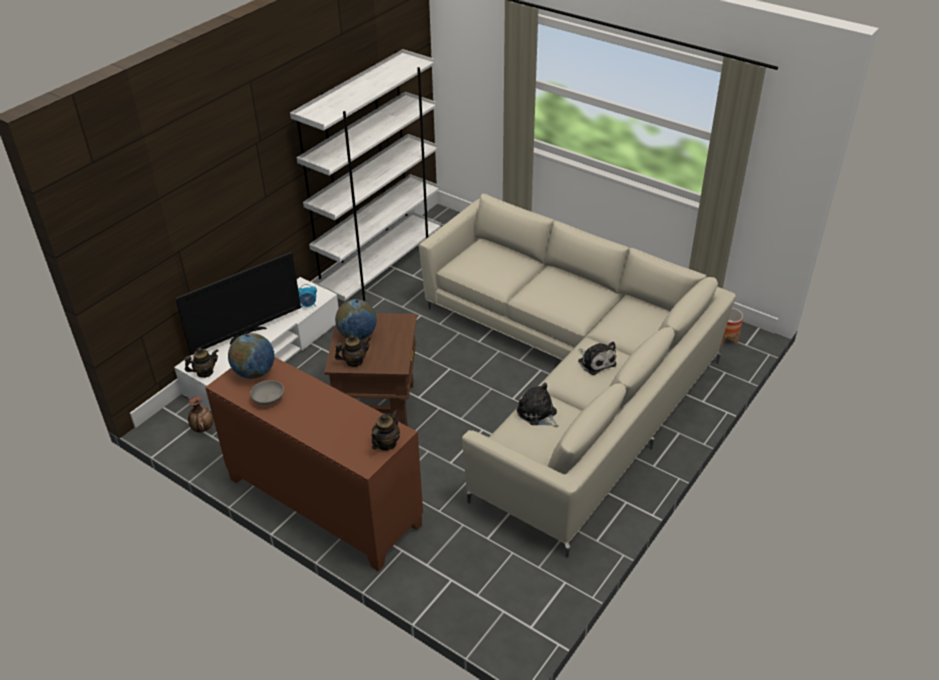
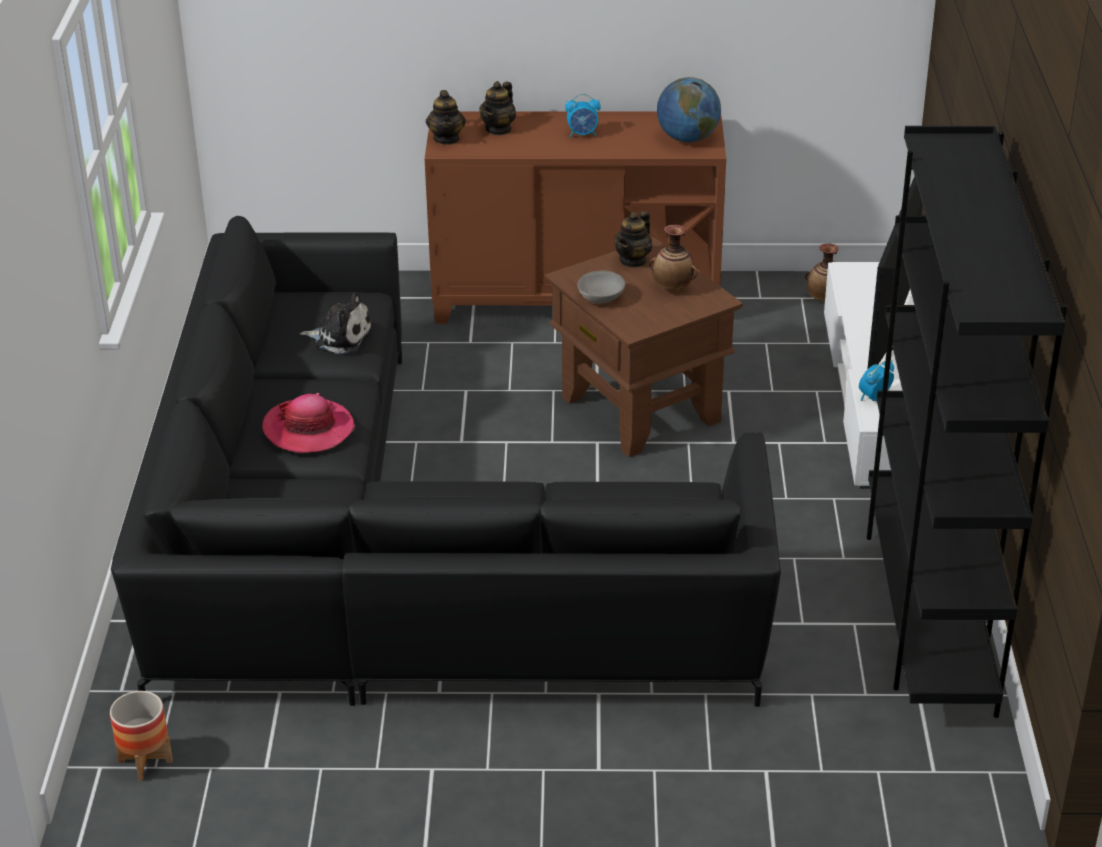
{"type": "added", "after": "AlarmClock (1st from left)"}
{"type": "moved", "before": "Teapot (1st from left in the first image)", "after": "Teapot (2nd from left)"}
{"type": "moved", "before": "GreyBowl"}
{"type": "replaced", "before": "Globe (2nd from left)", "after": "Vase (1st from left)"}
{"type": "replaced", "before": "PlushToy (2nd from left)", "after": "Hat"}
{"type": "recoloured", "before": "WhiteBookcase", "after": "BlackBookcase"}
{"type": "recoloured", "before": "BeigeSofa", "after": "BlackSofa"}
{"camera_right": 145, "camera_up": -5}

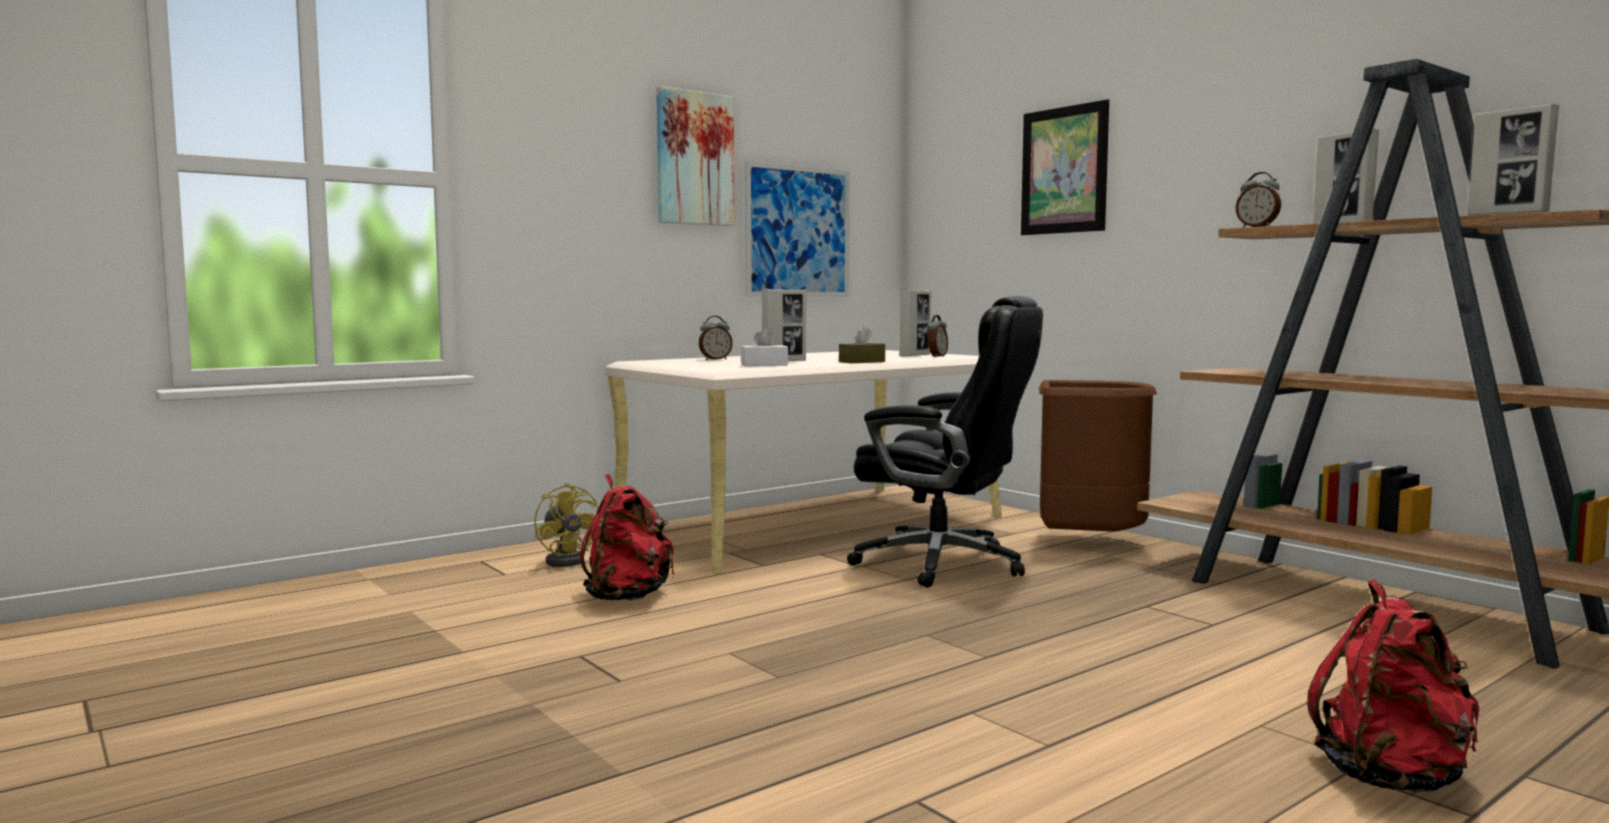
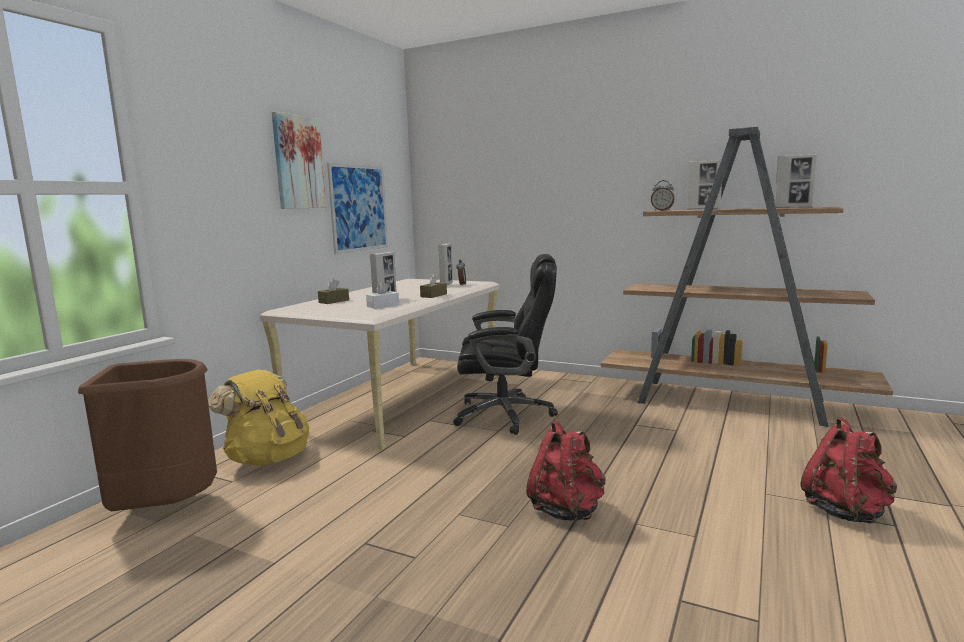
{"type": "removed", "before": "Picture (3rd from left)"}
{"type": "moved", "before": "RedBackpack (1st from left)"}
{"type": "moved", "before": "BrownTrashCan"}
{"type": "replaced", "before": "YellowFan", "after": "YellowBackpack"}
{"type": "replaced", "before": "AlarmClock (1st from left)", "after": "BrownTissueBox (1st from left)"}
{"camera_right": -25, "camera_up": 5}

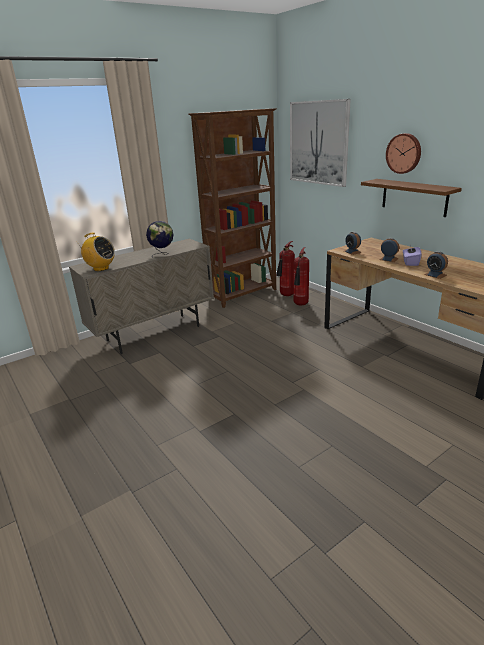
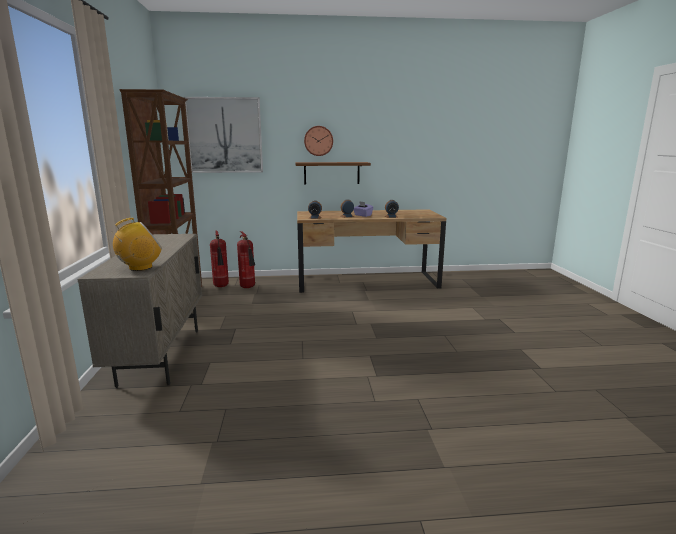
{"type": "removed", "before": "Globe"}
{"camera_right": -60, "camera_up": -10}

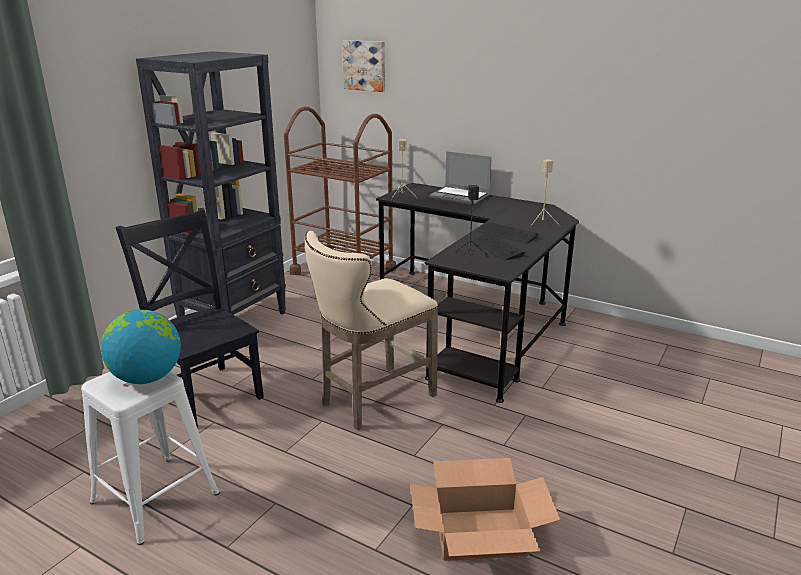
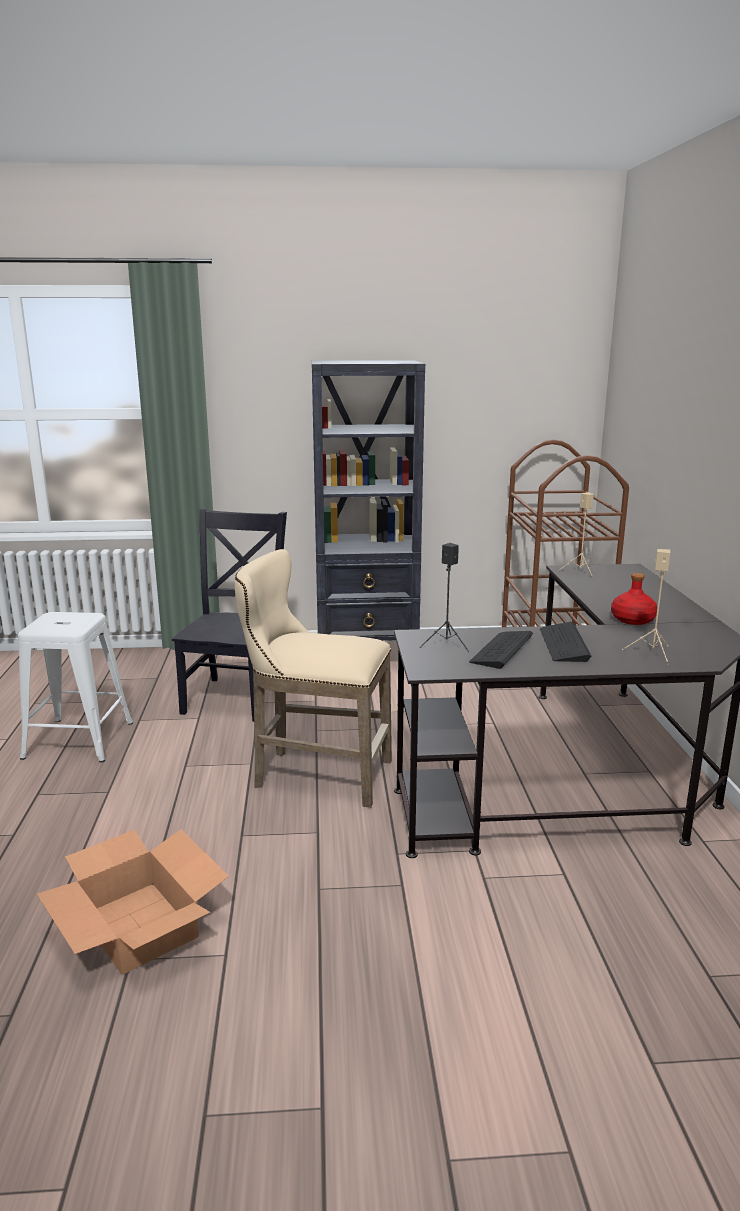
{"type": "removed", "before": "Globe"}
{"type": "removed", "before": "Picture"}
{"type": "removed", "before": "Laptop"}
{"type": "added", "after": "RedBottle"}
{"camera_right": 55, "camera_up": -5}

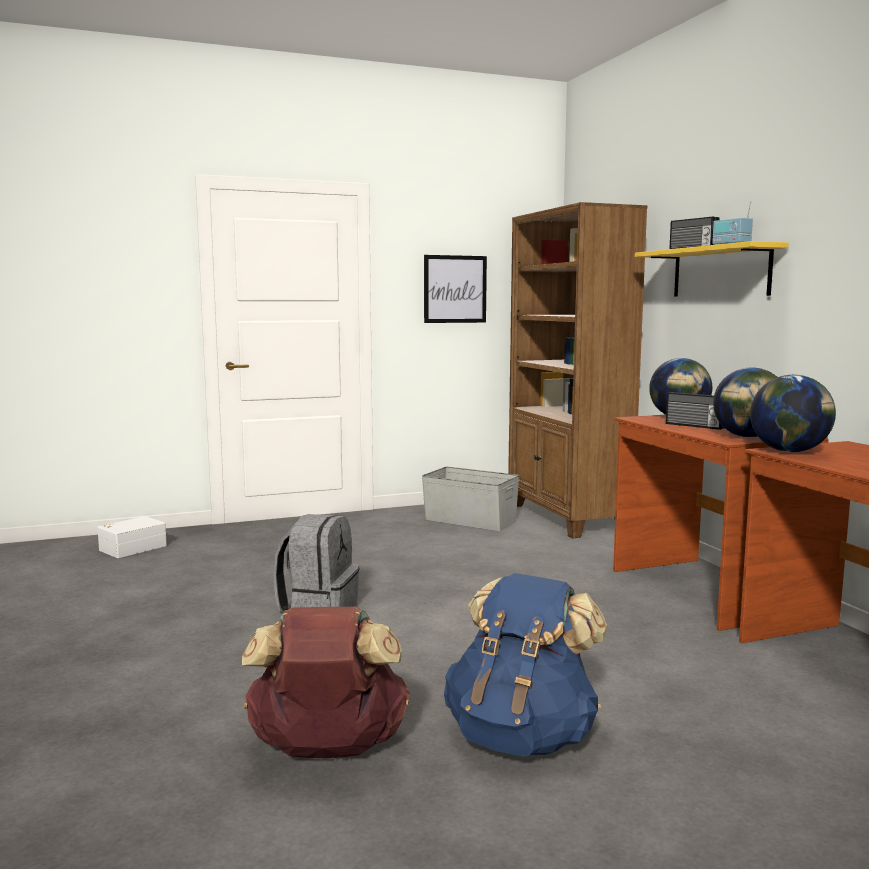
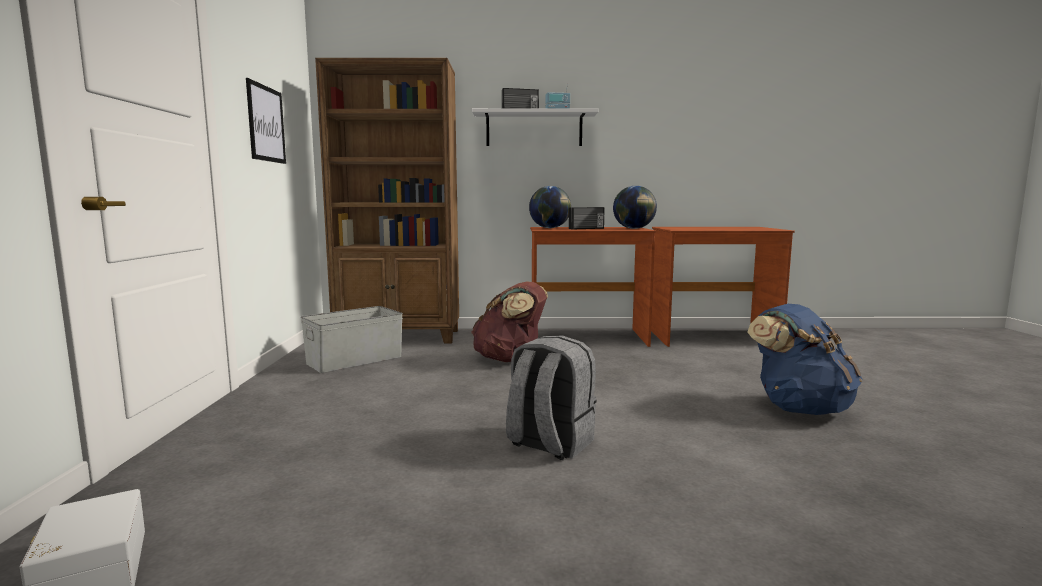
{"type": "removed", "before": "Globe (3rd from left)"}
{"type": "moved", "before": "BrownBackpack"}
{"type": "recoloured", "before": "YellowShelf", "after": "WhiteShelf"}
{"camera_right": -70, "camera_up": 0}

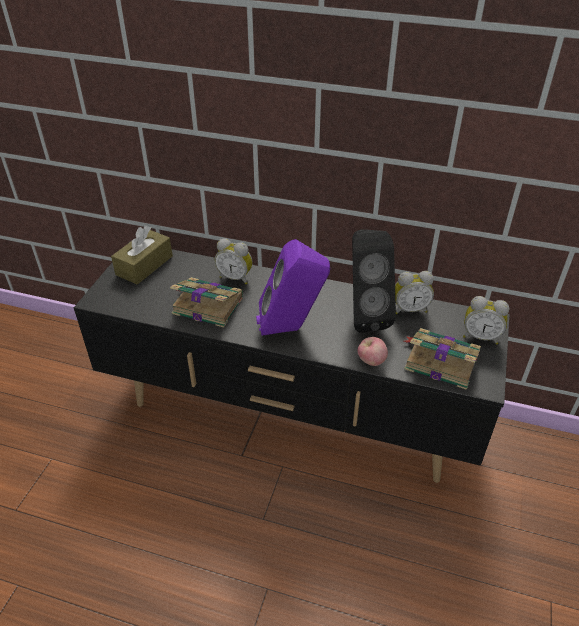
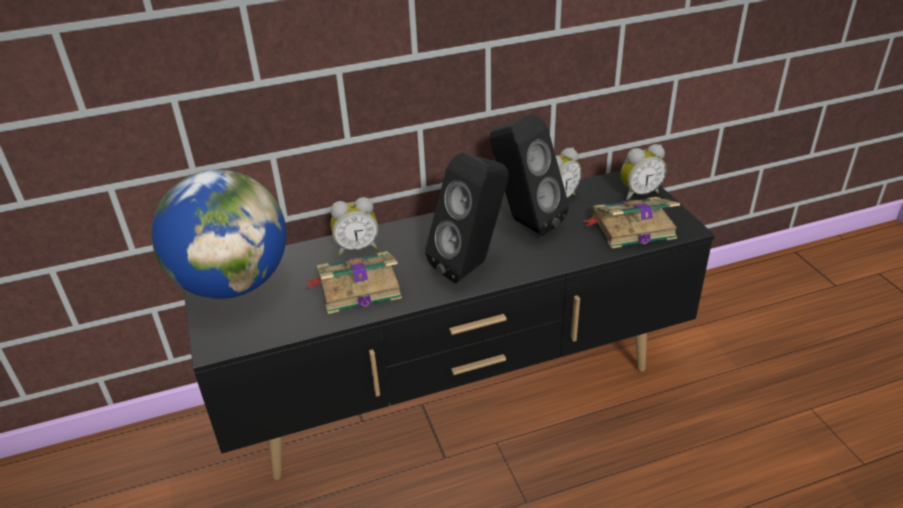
{"type": "removed", "before": "Apple"}
{"type": "replaced", "before": "BrownTissueBox", "after": "Globe"}
{"type": "recoloured", "before": "PurpleSpeaker", "after": "BlackSpeaker (1st from left)"}
{"camera_right": -35, "camera_up": -5}

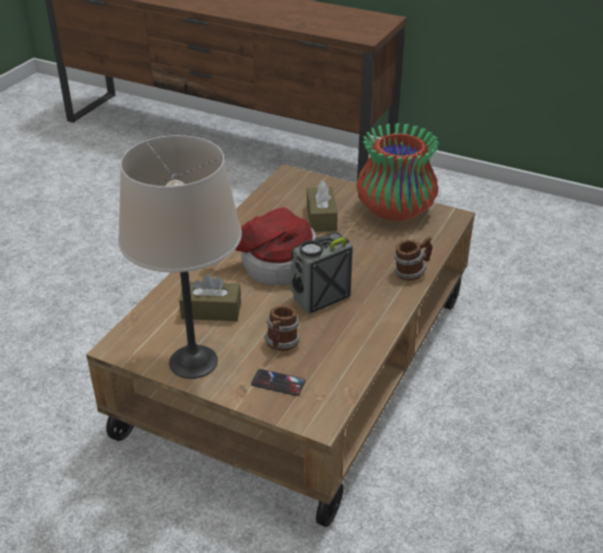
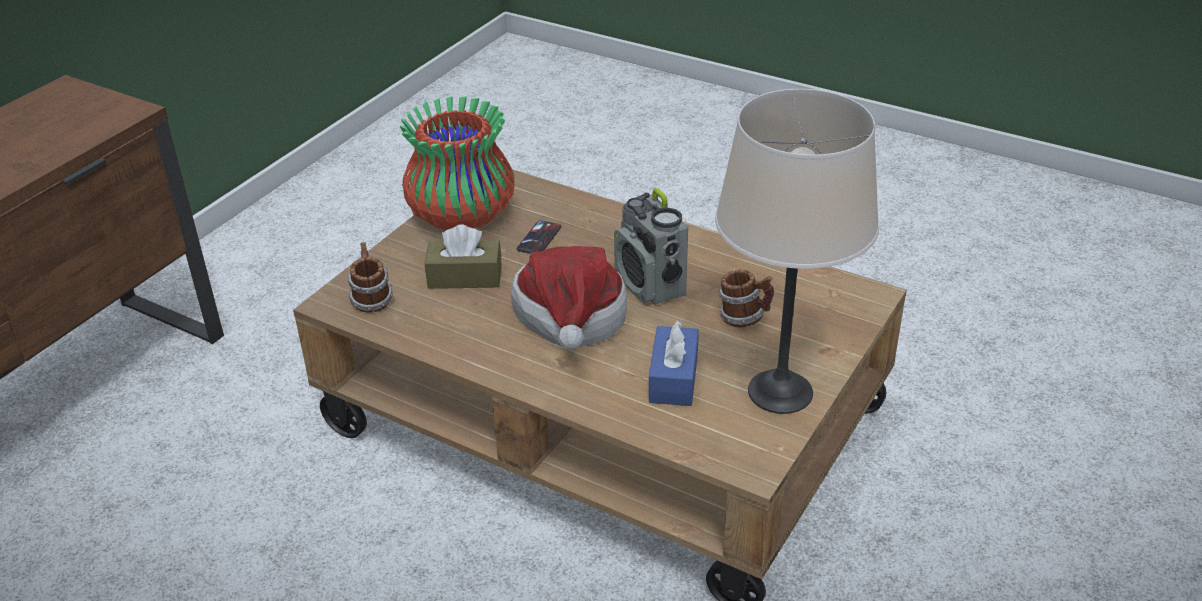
{"type": "moved", "before": "Phone"}
{"type": "moved", "before": "Mug (2nd from left in the first image)", "after": "Mug (1st from left)"}
{"type": "recoloured", "before": "BrownTissueBox (1st from left)", "after": "BlueTissueBox"}
{"camera_right": -85, "camera_up": 0}

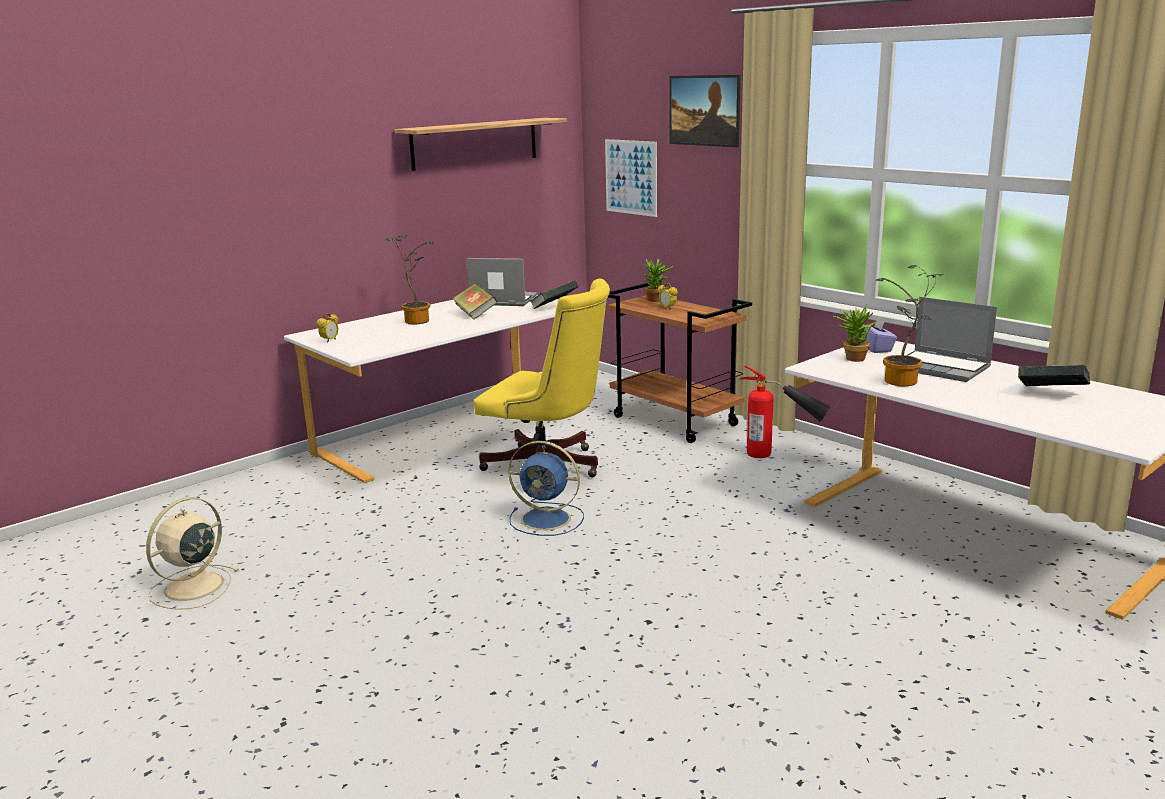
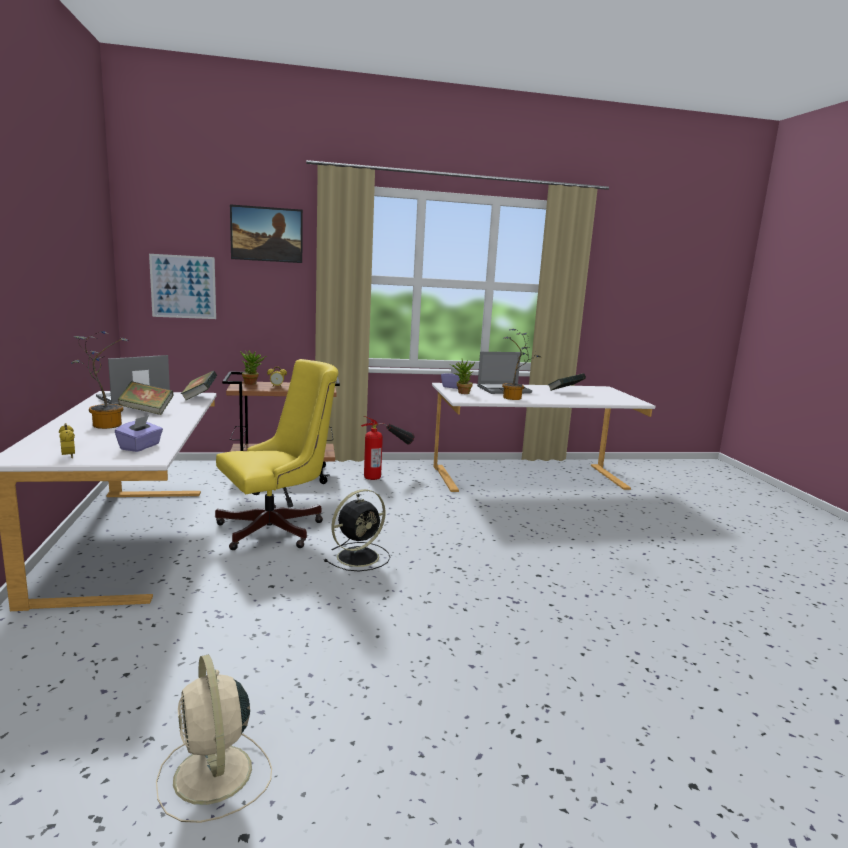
{"type": "removed", "before": "Shelf"}
{"type": "added", "after": "PurpleTissueBox (1st from left)"}
{"type": "recoloured", "before": "BlueFan", "after": "BlackFan"}
{"camera_right": -60, "camera_up": -5}

